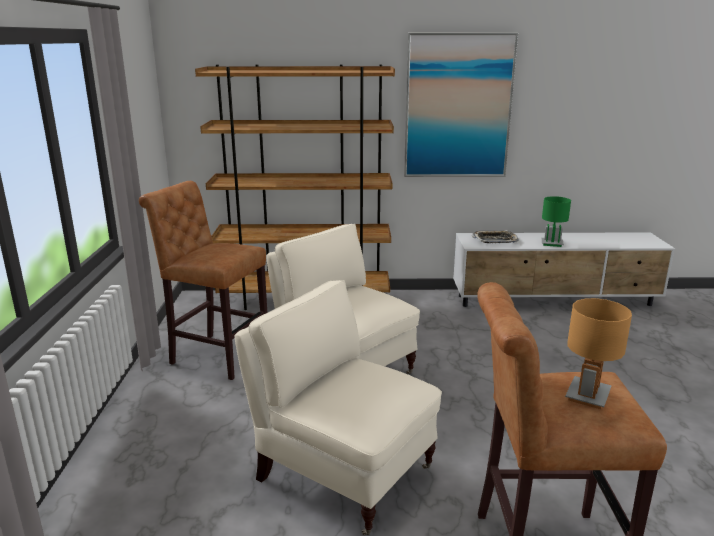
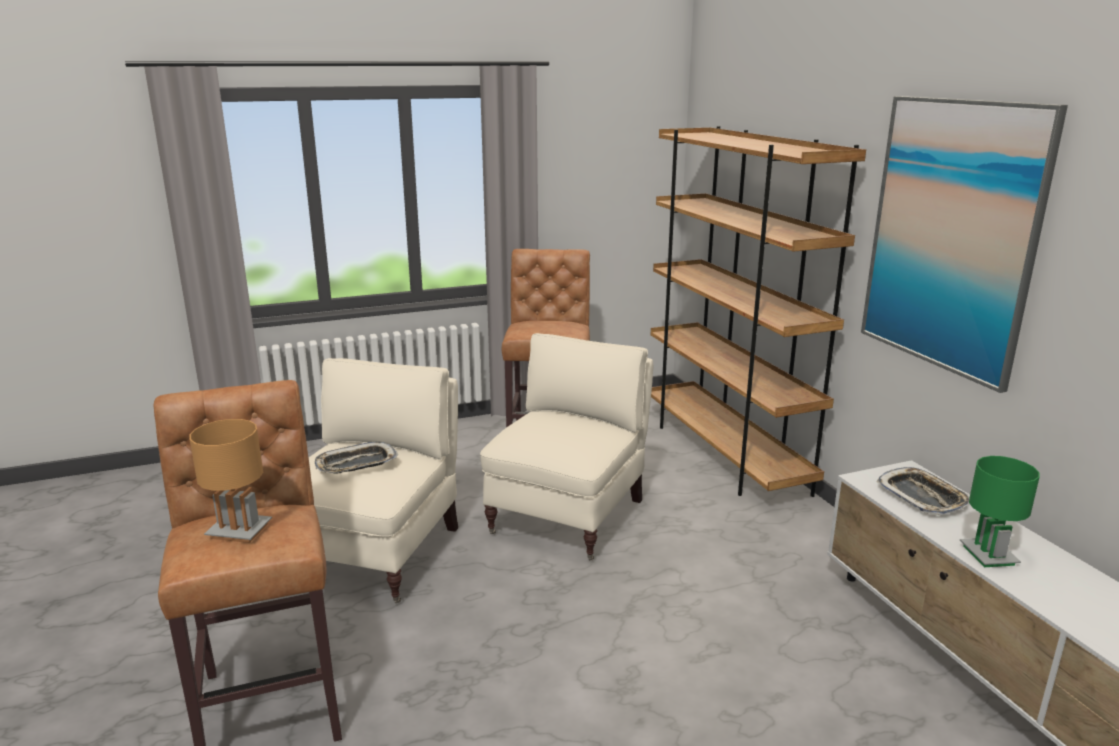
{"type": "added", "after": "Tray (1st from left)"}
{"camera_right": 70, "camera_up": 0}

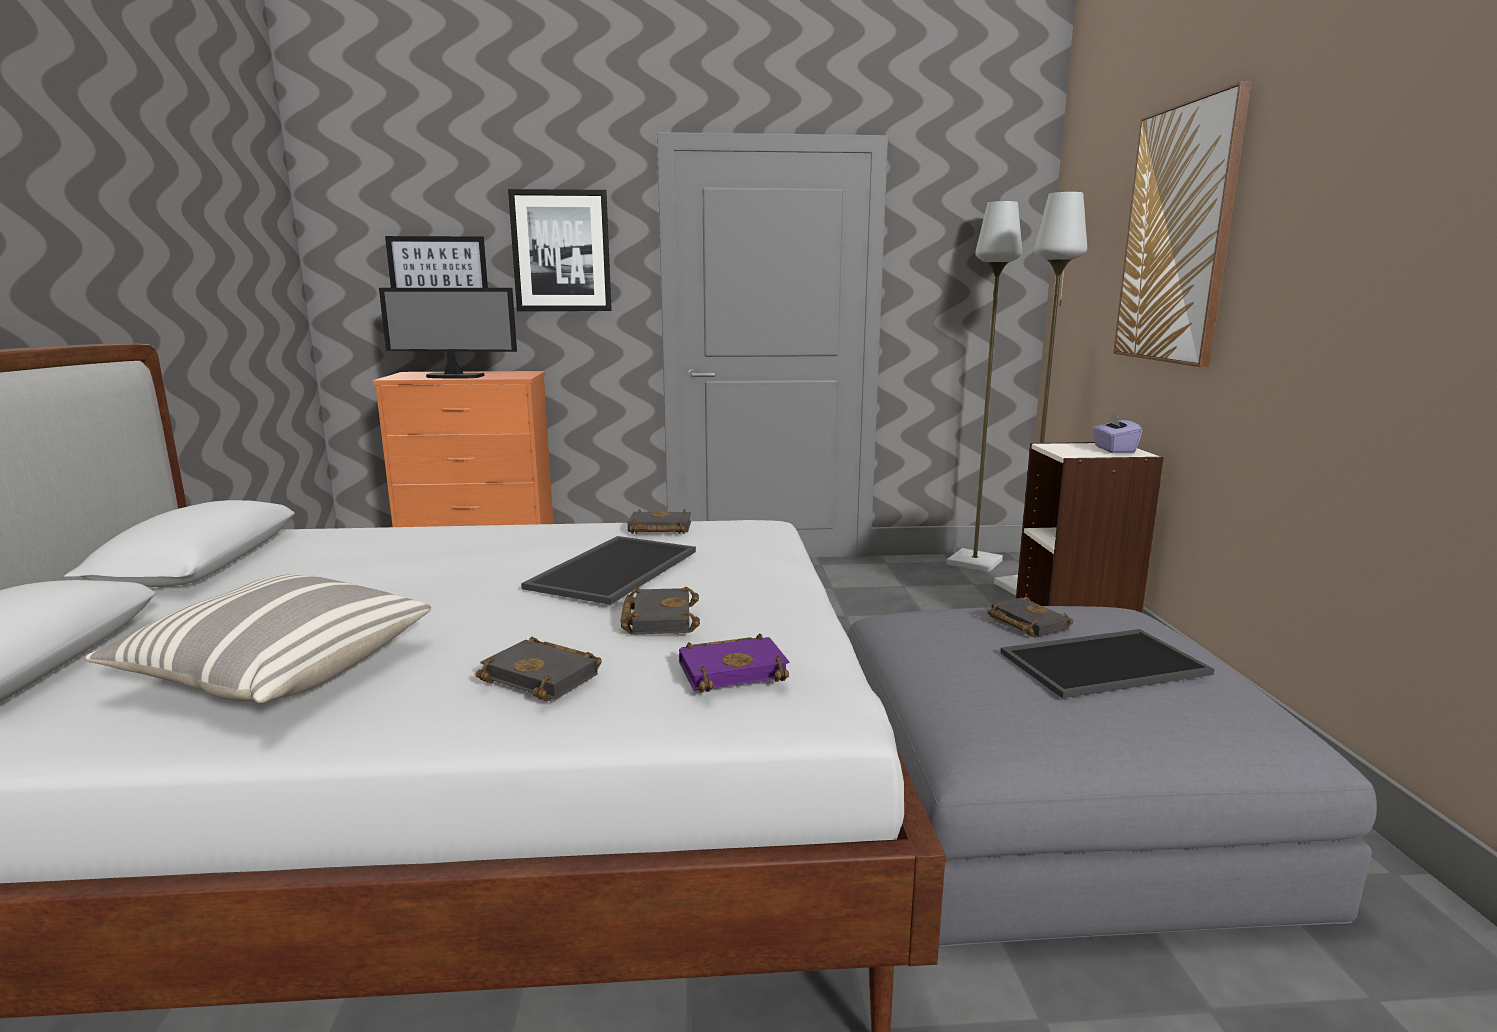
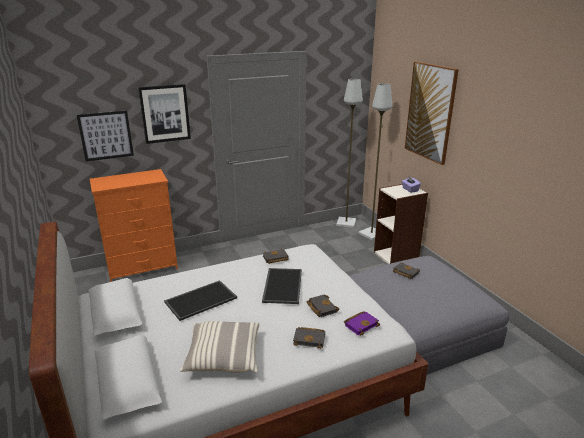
{"type": "removed", "before": "Monitor"}
{"type": "moved", "before": "Tray (2nd from left in the first image)", "after": "Tray (1st from left)"}
{"camera_right": -20, "camera_up": 10}

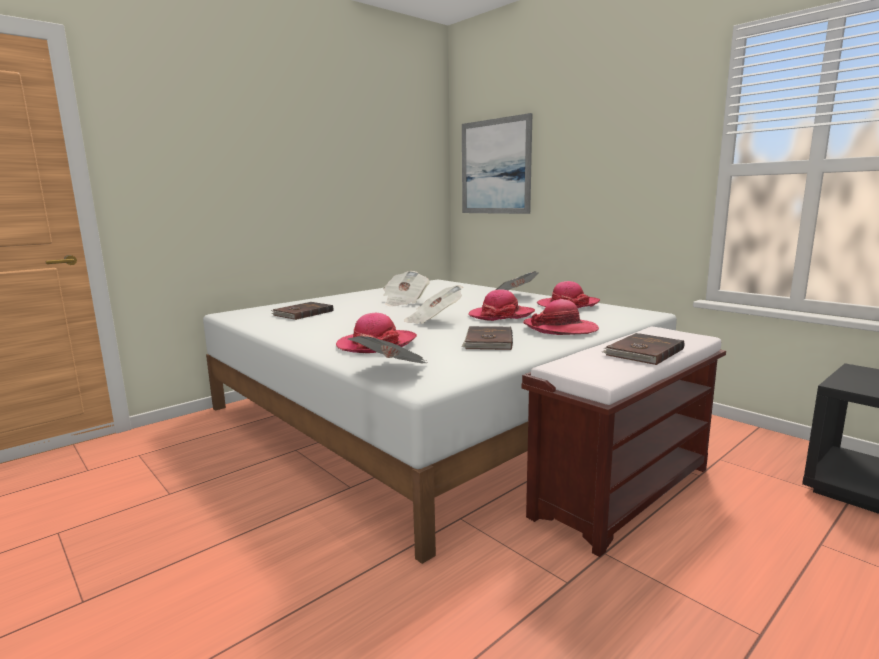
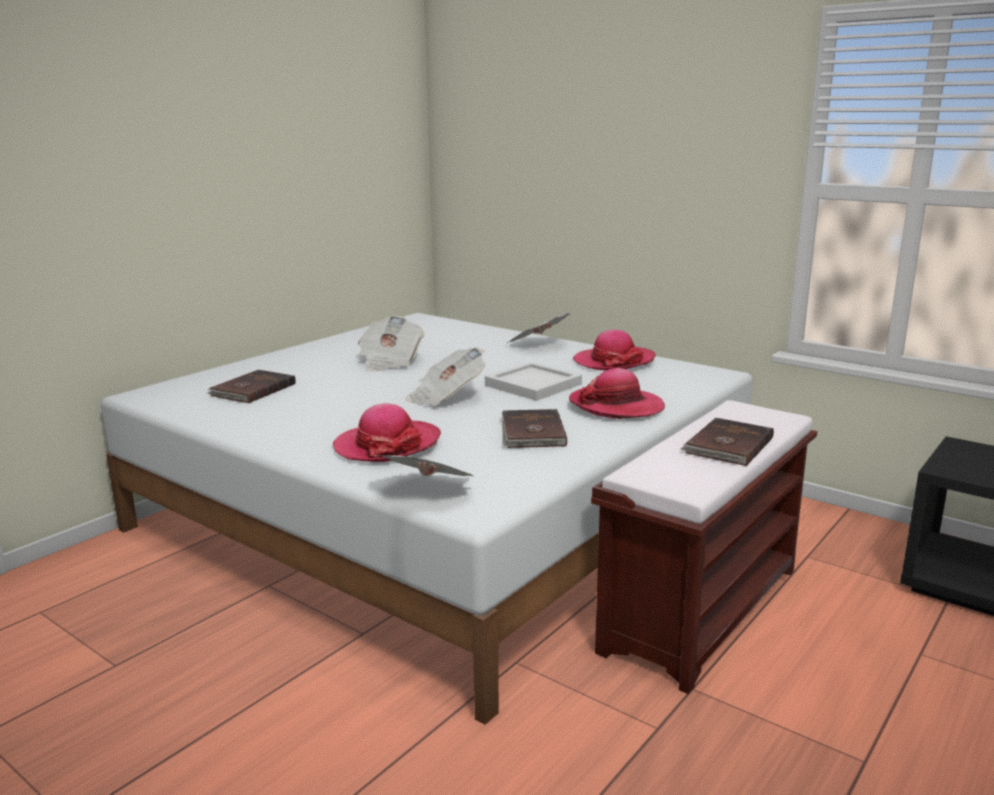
{"type": "removed", "before": "Picture"}
{"type": "replaced", "before": "Hat (2nd from left)", "after": "WhiteTray"}
{"camera_right": -10, "camera_up": 5}

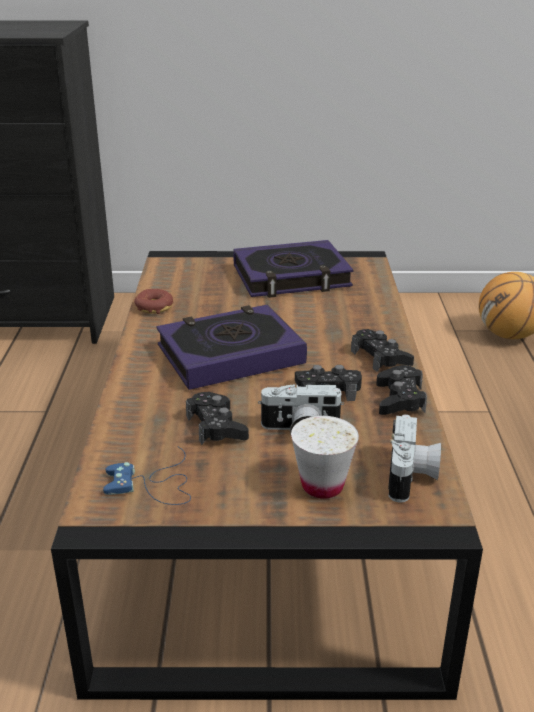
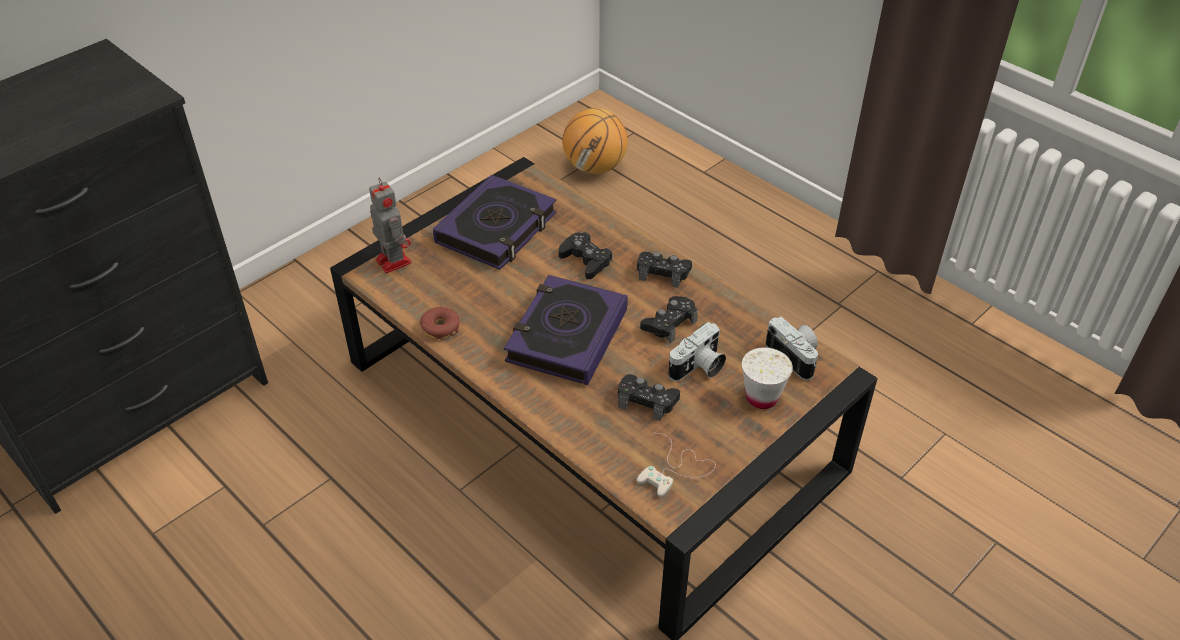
{"type": "added", "after": "ToyRobot"}
{"type": "moved", "before": "BlackGameController (4th from left in the first image)", "after": "BlackGameController (1st from left)"}
{"type": "recoloured", "before": "BlueGameController", "after": "WhiteGameController"}
{"camera_right": -45, "camera_up": 15}

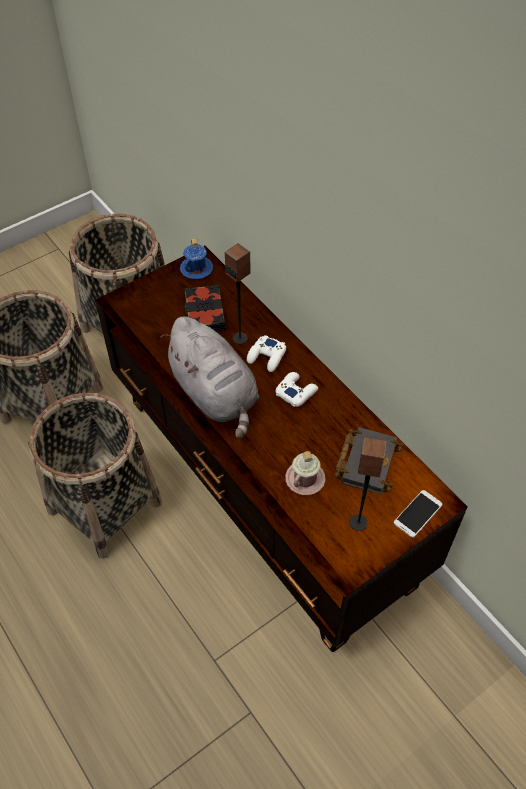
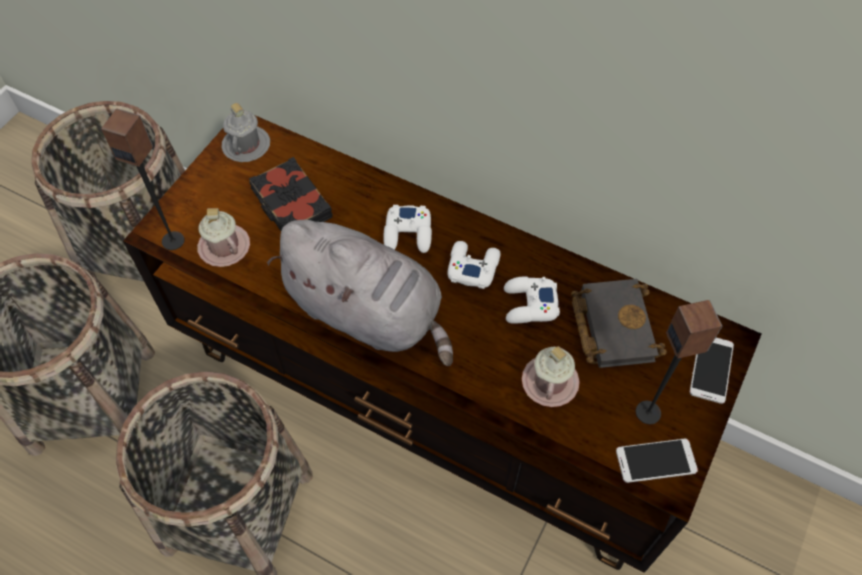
{"type": "added", "after": "PinkMug (1st from left)"}
{"type": "added", "after": "WhiteGameController (3rd from left)"}
{"type": "added", "after": "Phone (1st from left)"}
{"type": "moved", "before": "Speaker (1st from left)"}
{"type": "recoloured", "before": "BlueMug", "after": "GreyMug"}
{"camera_right": -25, "camera_up": 5}

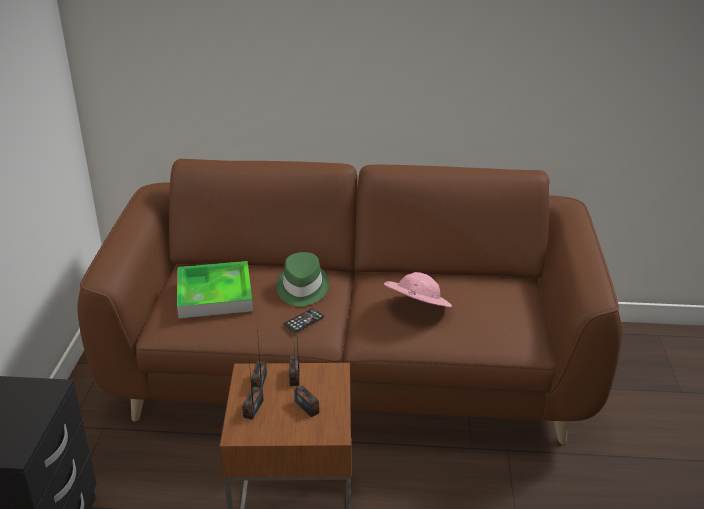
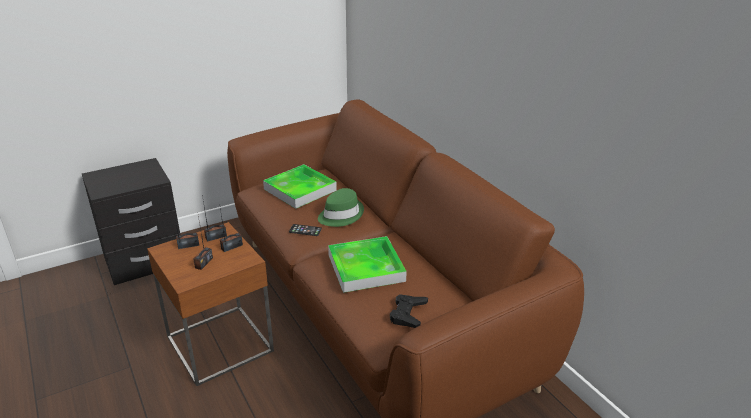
{"type": "added", "after": "BlackGameController"}
{"type": "replaced", "before": "PinkHat", "after": "Tray (2nd from left)"}
{"camera_right": 55, "camera_up": 0}

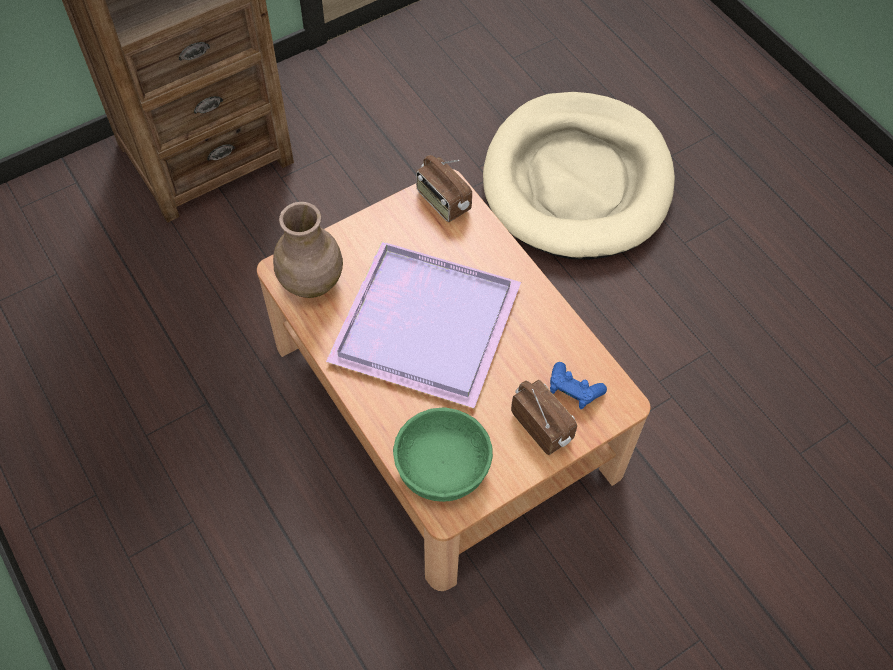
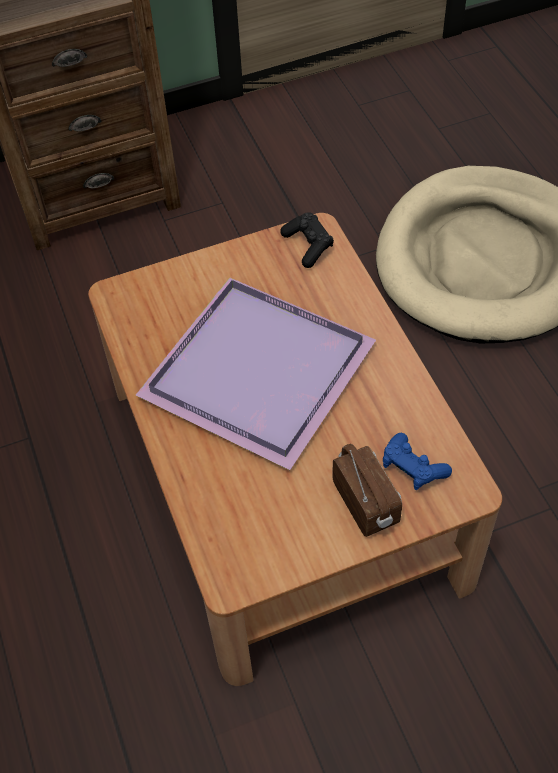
{"type": "removed", "before": "BrownVase"}
{"type": "removed", "before": "GreenBowl"}
{"type": "replaced", "before": "Radio (1st from left)", "after": "BlackGameController"}
{"camera_right": 15, "camera_up": -5}

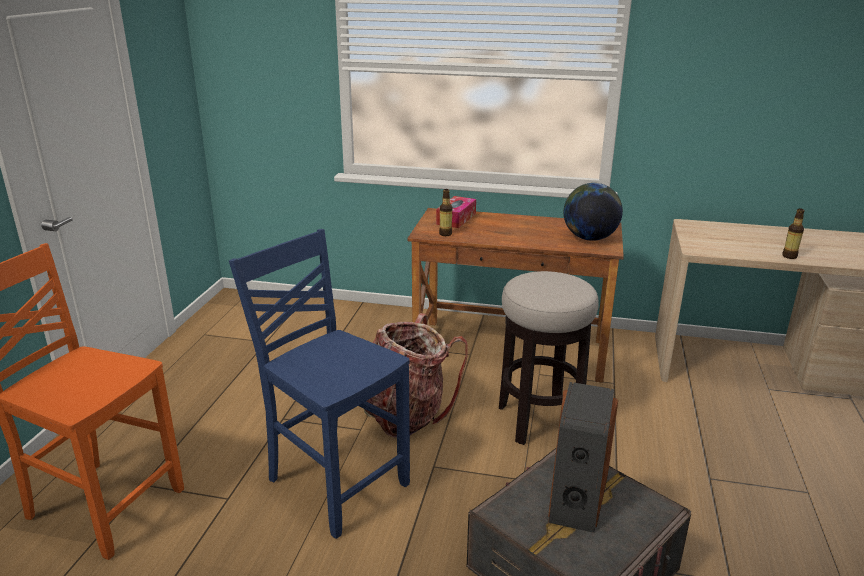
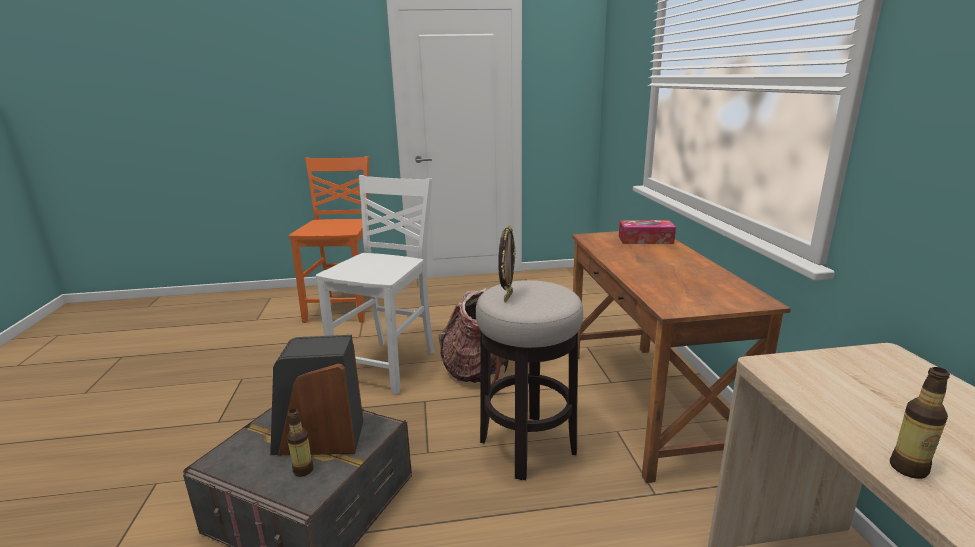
{"type": "removed", "before": "Globe"}
{"type": "added", "after": "PictureFrame"}
{"type": "moved", "before": "Bottle (1st from left)"}
{"type": "recoloured", "before": "BlueChair", "after": "WhiteChair"}
{"camera_right": 70, "camera_up": -5}

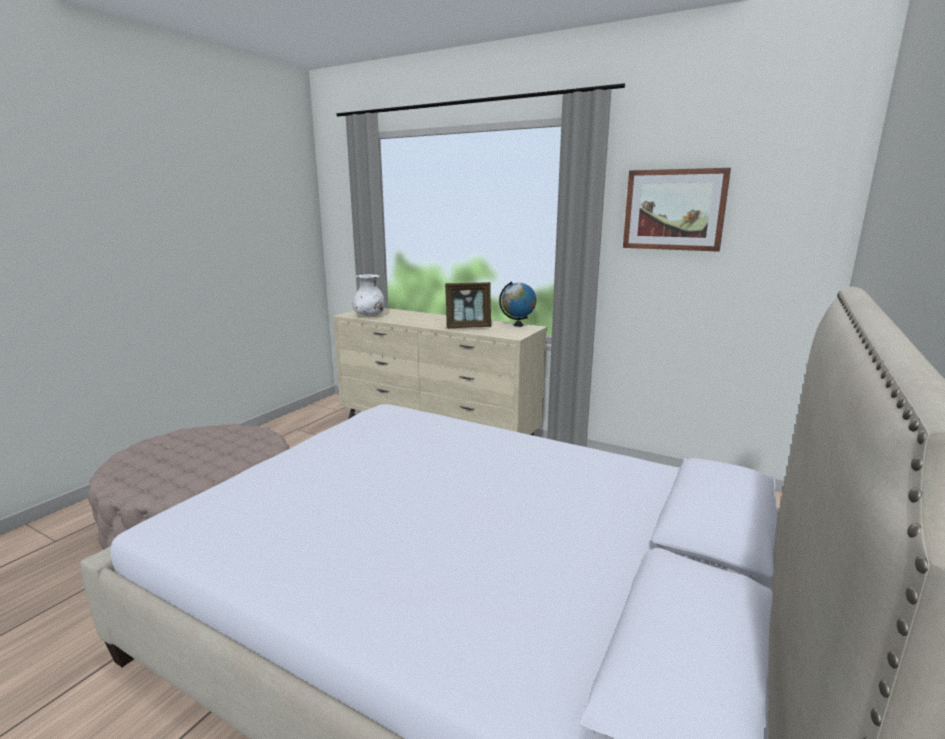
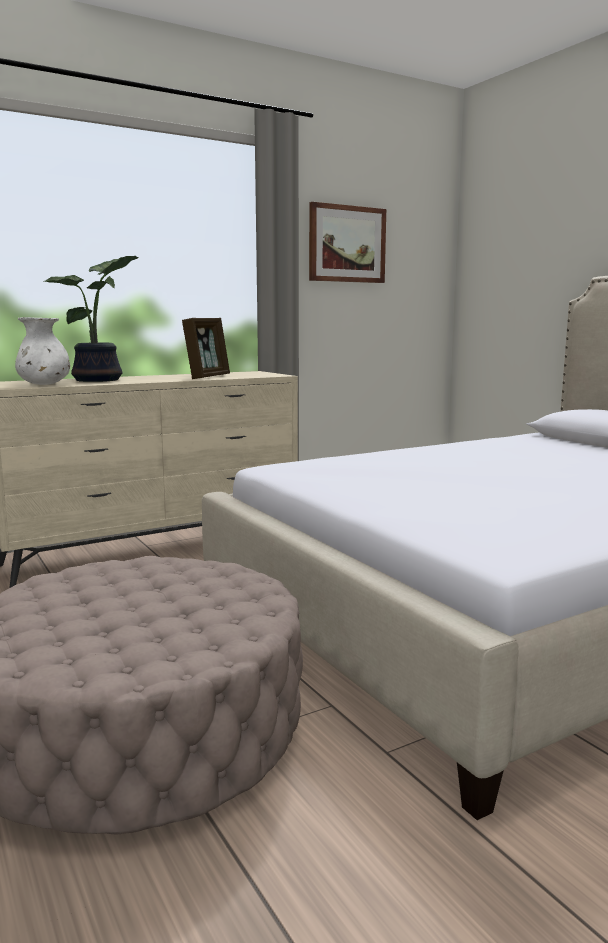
{"type": "removed", "before": "Globe"}
{"type": "added", "after": "PottedPlant"}
{"camera_right": -60, "camera_up": -5}

